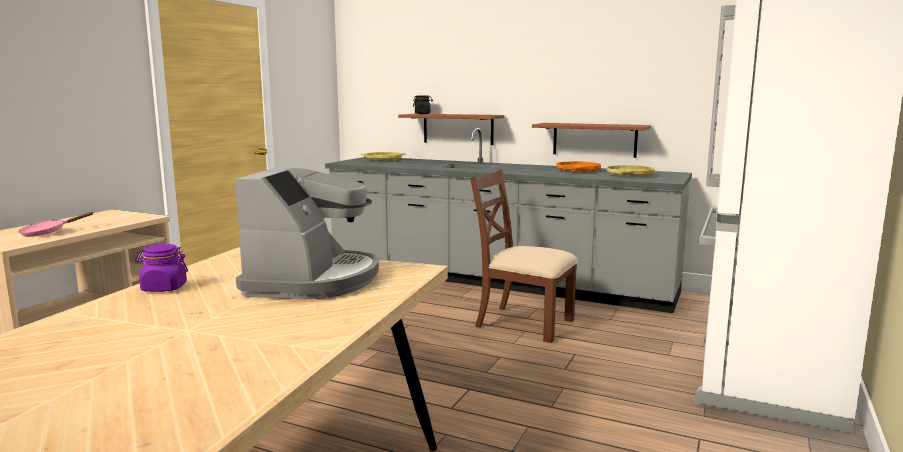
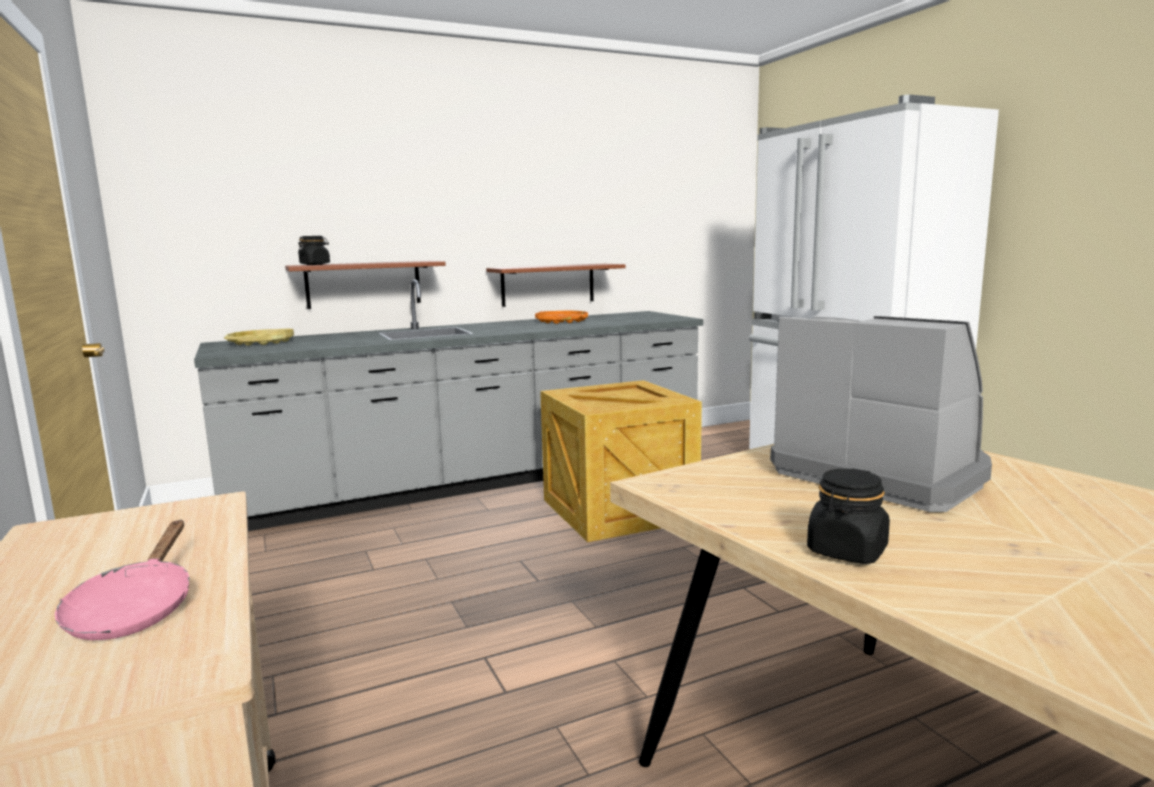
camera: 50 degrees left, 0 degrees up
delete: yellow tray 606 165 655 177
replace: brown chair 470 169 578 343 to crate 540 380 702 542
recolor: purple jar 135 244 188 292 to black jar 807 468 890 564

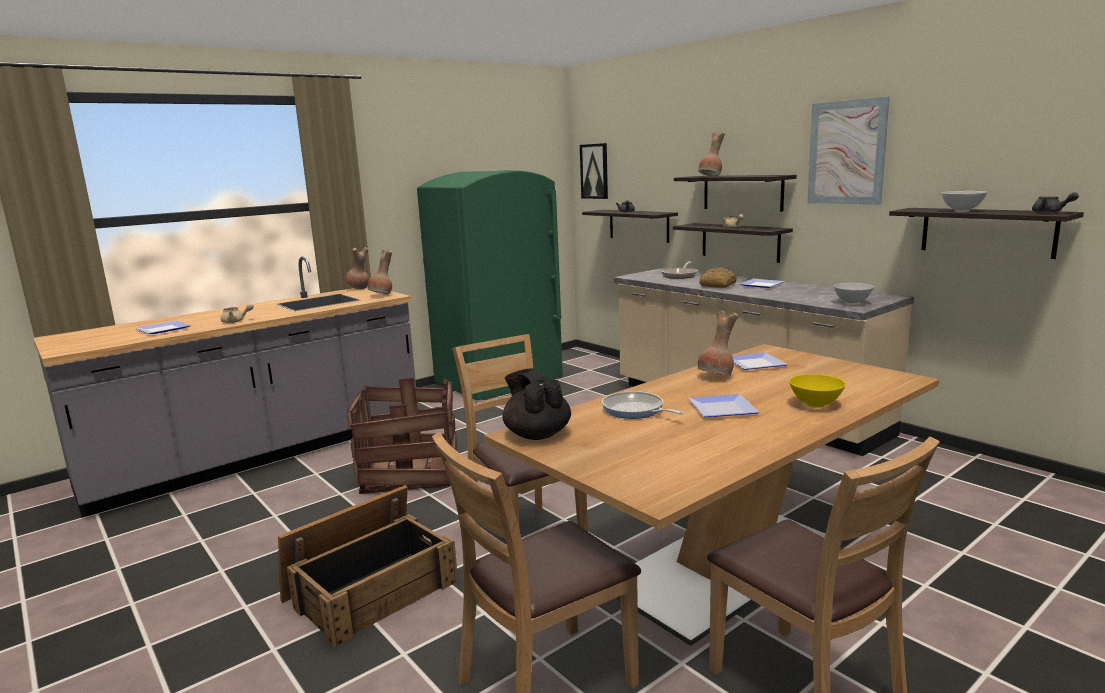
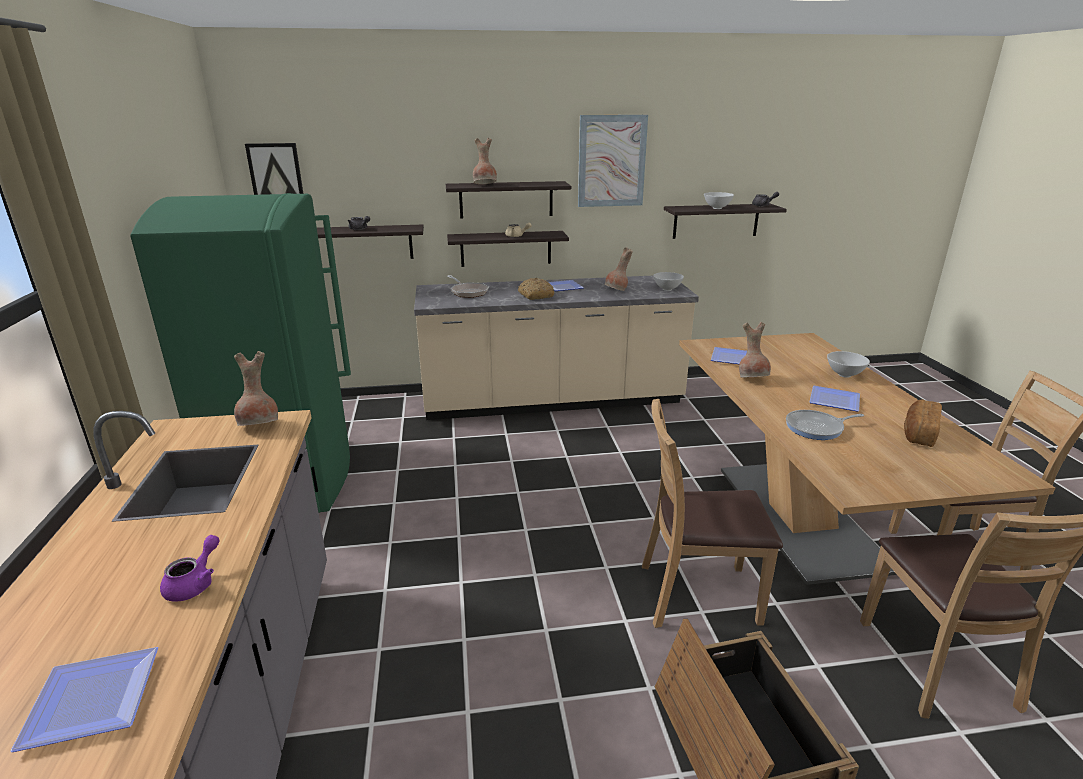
camera: 60 degrees left, 10 degrees up
delete: crate 347 378 457 494; black teapot 502 368 571 440
insert: bread 904 399 942 447
move: brown vase 345 247 369 289 to 605 247 633 291
recolor: beige teapot 221 303 254 323 to purple teapot 160 535 219 602; yellow bowl 789 374 846 408 to white bowl 827 351 870 378

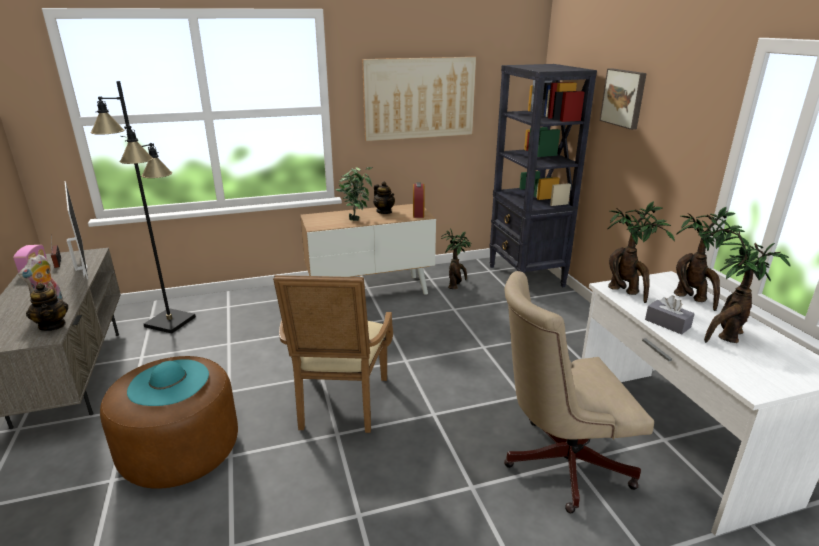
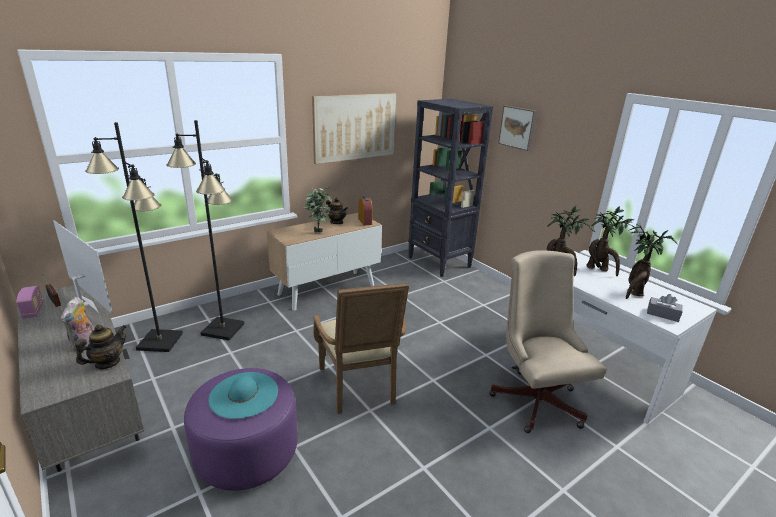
camera: 20 degrees left, 0 degrees up
delete: potted plant 441 228 472 289
insert: black floor lamp 167 120 245 340
move: grey tissue box 645 295 695 335 to 647 294 683 322
recolor: brown ottoman 100 356 238 489 to purple ottoman 184 368 298 491
rotate: teapot 26 283 68 331 = 75 324 126 369 90 degrees counterclockwise; beige office chair 504 271 654 513 = 489 250 607 433 105 degrees clockwise

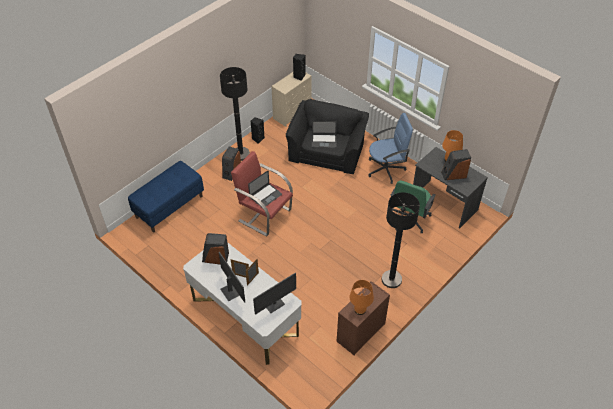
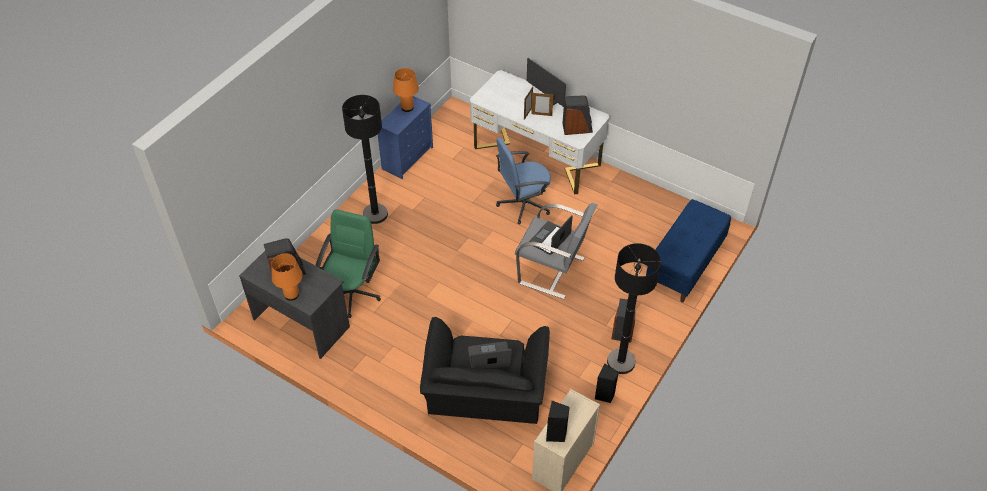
camera: 170 degrees right, 0 degrees up
delete: monitor 253 273 296 315
move: blue office chair 368 113 413 184 to 496 137 551 224
recolor: red armchair 231 151 293 236 to grey armchair 515 203 597 299; brown dresser 337 281 390 356 to blue dresser 378 96 433 179

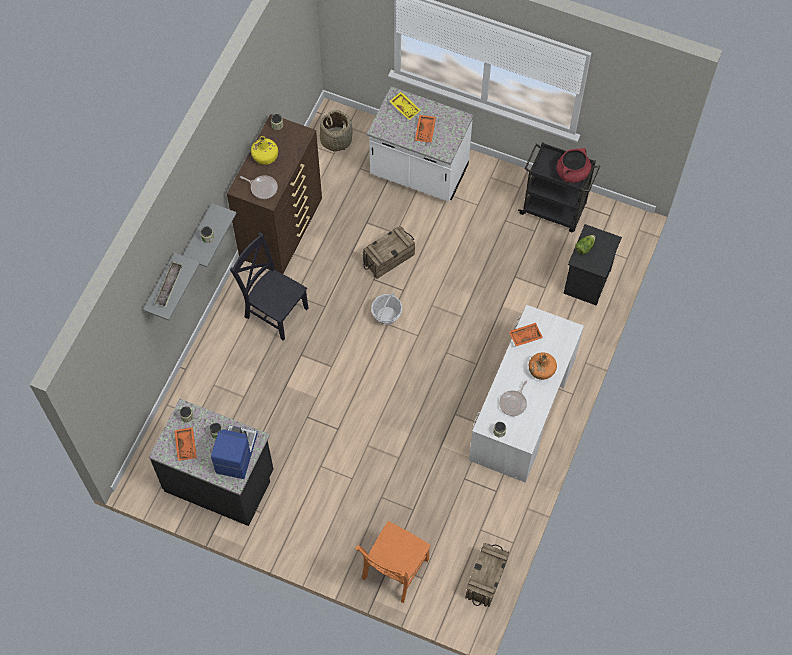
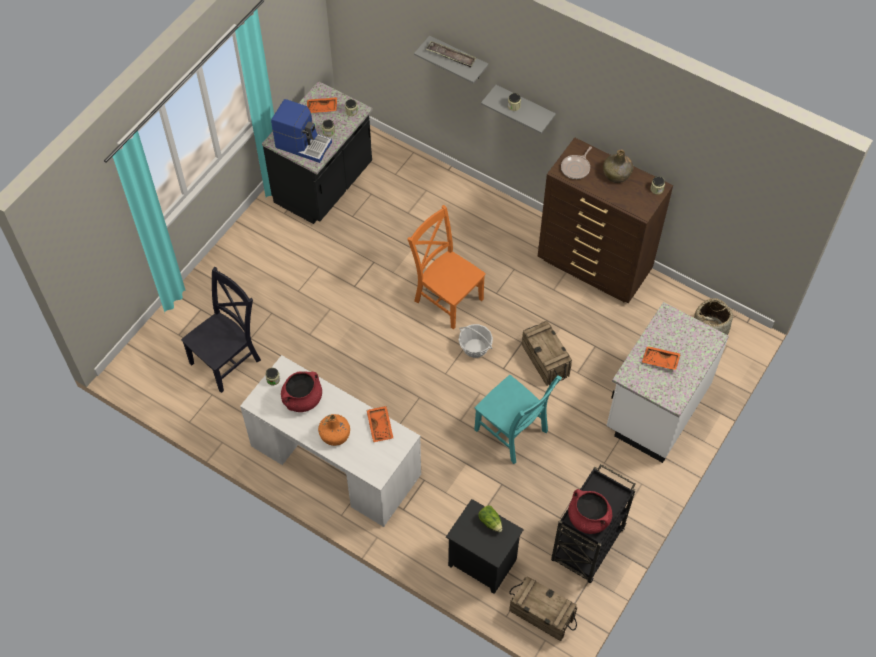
camera: 100 degrees right, 5 degrees down
delete: yellow tray 389 92 421 120
insert: turquoise chair 474 375 562 464
move: black chair 230 232 308 340 to 181 267 261 393; orange chair 355 521 431 603 to 407 205 486 329; crate 465 543 509 607 to 509 576 577 641
replace: frying pan 499 380 527 416 to red cooking pot 281 371 322 412
recolor: yellow bottle 251 136 278 165 to green bottle 603 149 633 183

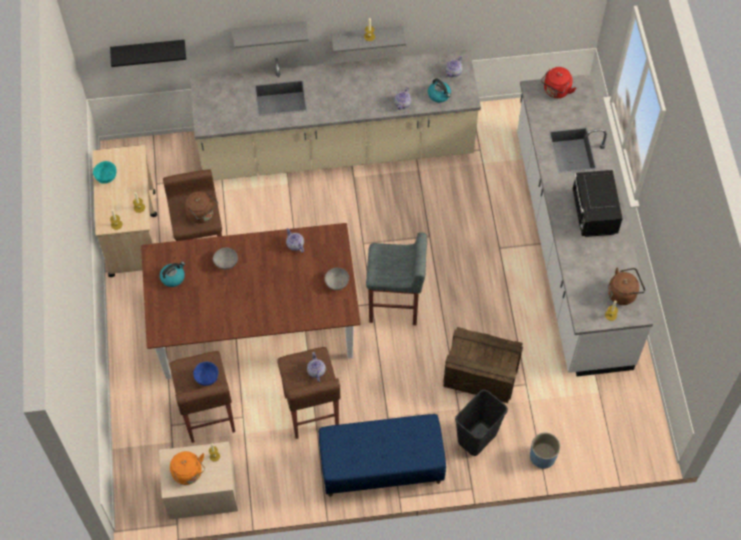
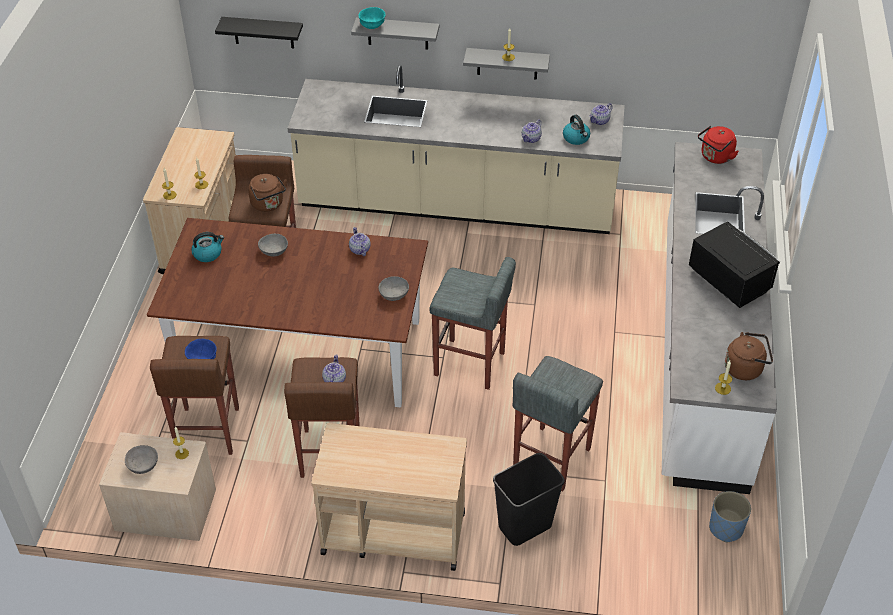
camera: 15 degrees right, 15 degrees down
move: turquoise bowl 93 161 117 184 to 358 7 386 29; blue planter 530 433 560 469 to 709 491 751 543
replace: orange kettle 170 451 205 485 to grey bowl 125 445 158 474; blue bench 319 414 446 497 to beige cart 311 423 467 571; crate 443 327 523 403 to grey stool 513 356 603 491
rotate: black microwave 572 170 623 237 = 689 221 780 308 135 degrees clockwise

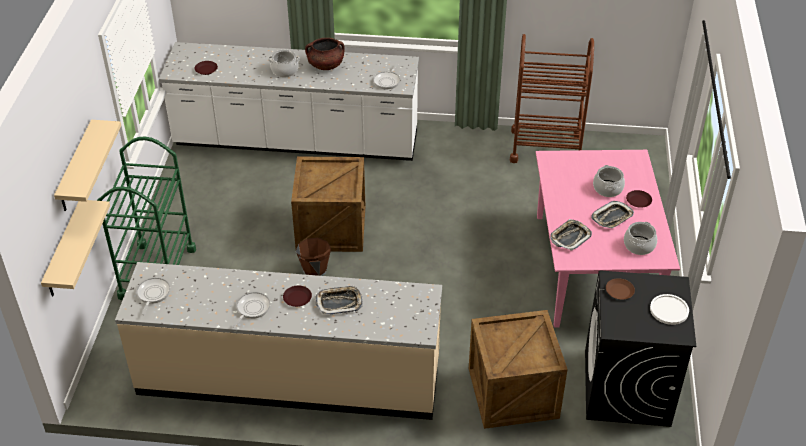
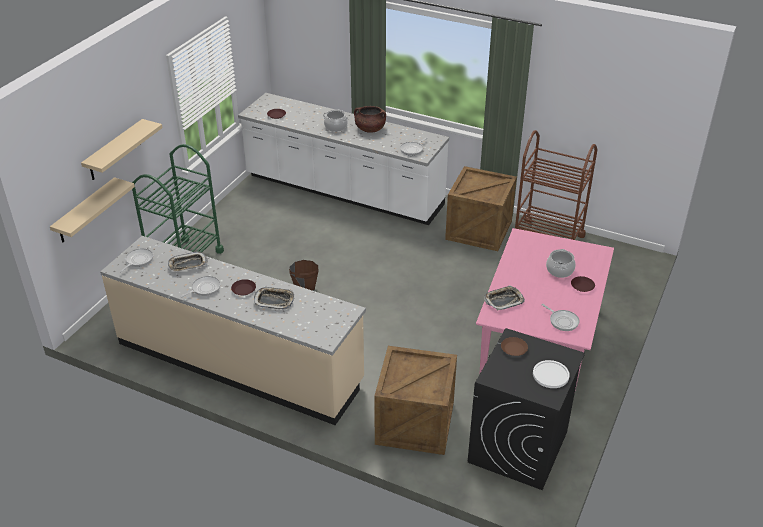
camera: 20 degrees right, 5 degrees down
move: crate 291 156 366 252 to 445 166 517 251; tray 591 201 634 228 to 168 252 208 272
replace: cooking pot 624 222 657 255 to frying pan 541 304 580 331

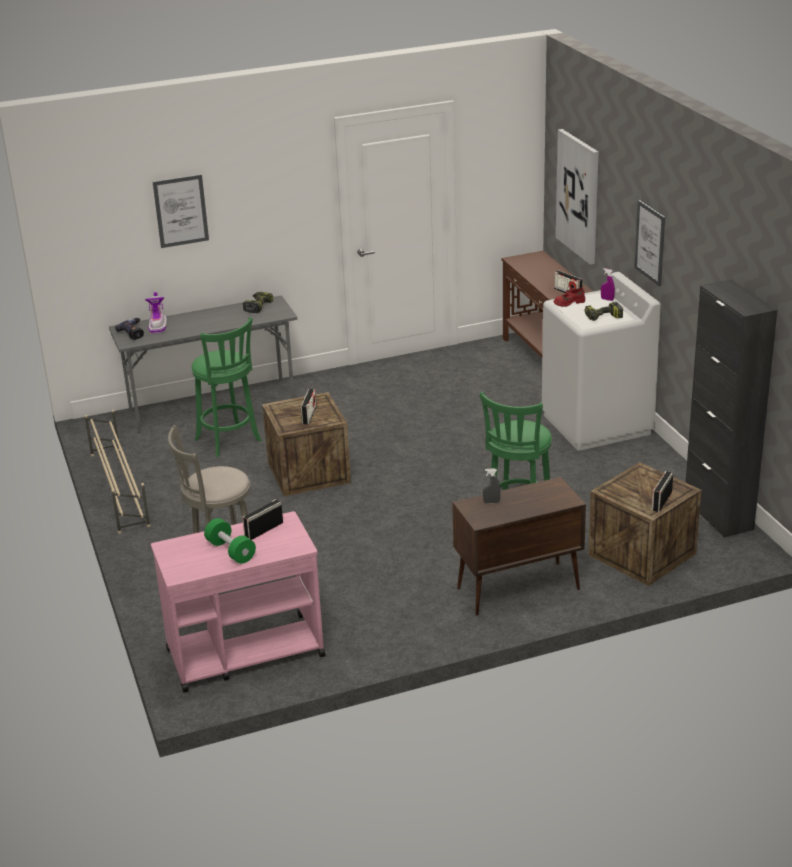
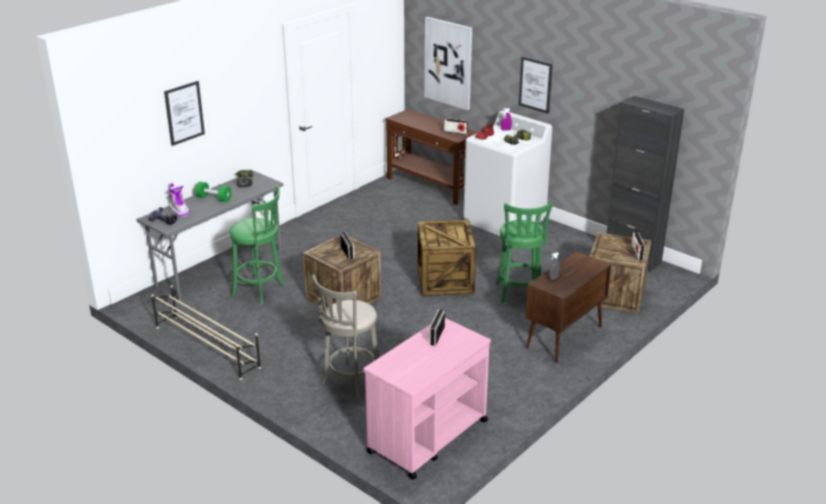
camera: 30 degrees left, 0 degrees up
insert: crate 418 220 476 296
move: green dumbbell 204 518 256 564 to 195 182 232 202

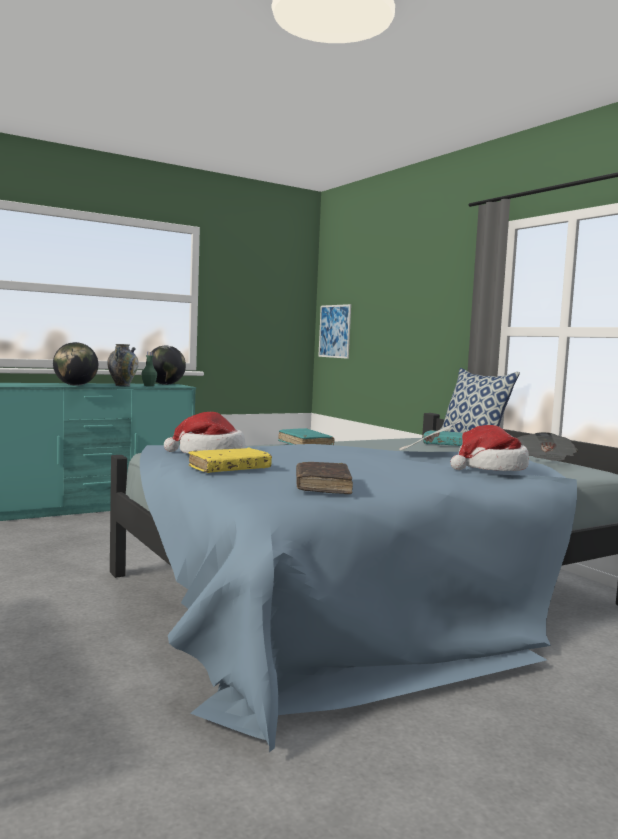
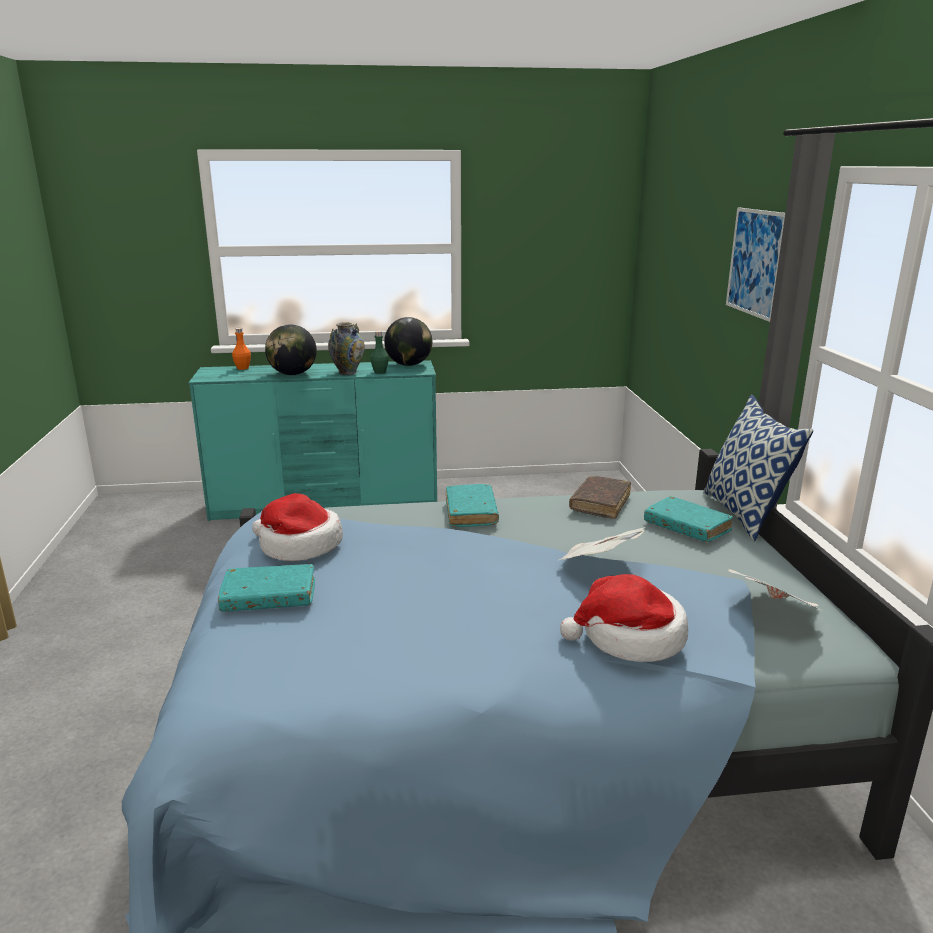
camera: 25 degrees right, 15 degrees up
insert: orange bottle 232 328 251 370
move: brown book 296 462 353 494 to 569 476 631 519; picture 318 304 351 359 to 726 208 785 322
recolor: yellow book 189 448 272 473 to turquoise book 218 564 315 612

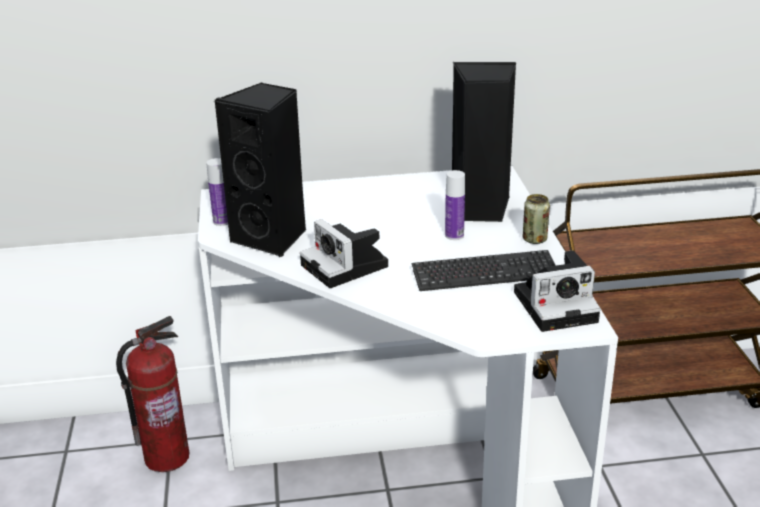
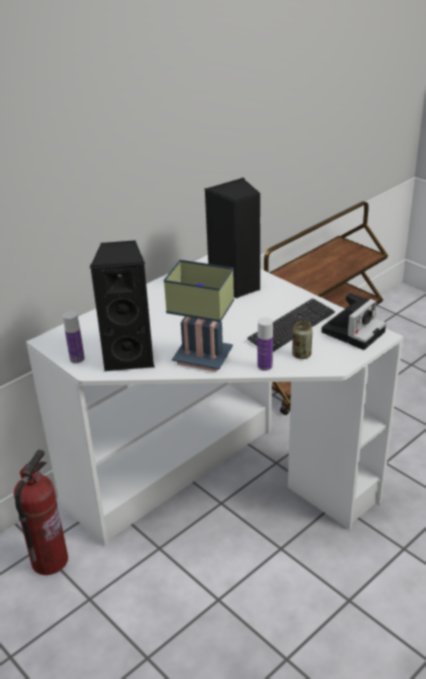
camera: 35 degrees left, 5 degrees up
move: bottle 445 170 465 240 to 257 317 273 371; can 523 194 550 244 to 292 321 313 359
replace: photo camera 300 219 388 288 to table lamp 164 260 234 372

